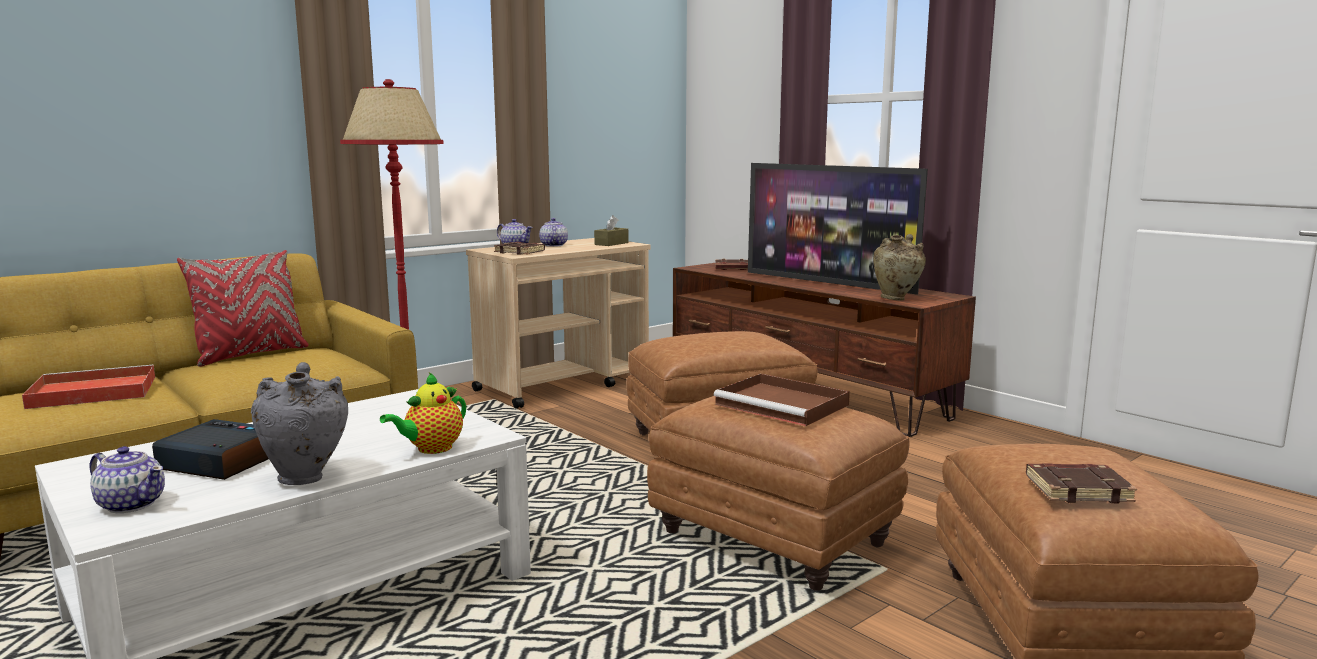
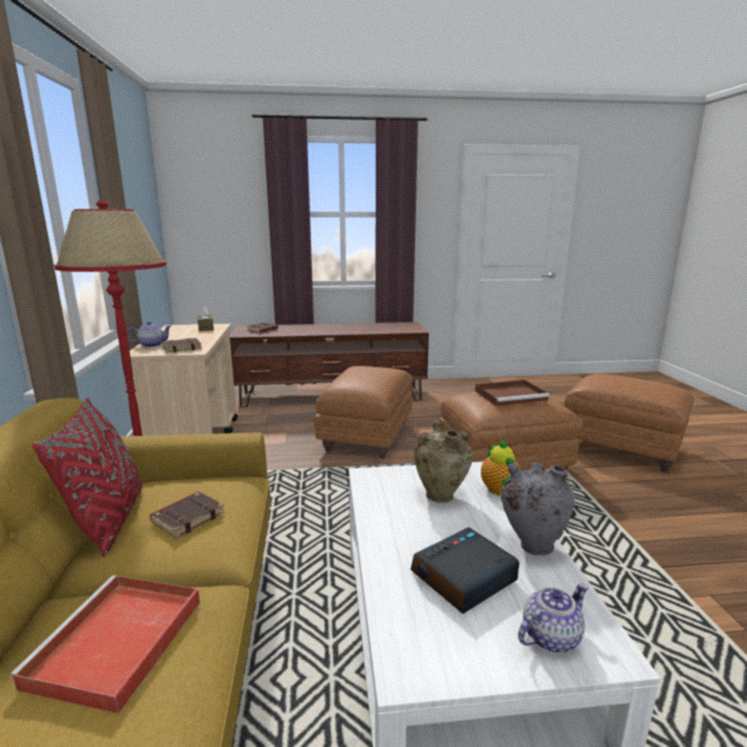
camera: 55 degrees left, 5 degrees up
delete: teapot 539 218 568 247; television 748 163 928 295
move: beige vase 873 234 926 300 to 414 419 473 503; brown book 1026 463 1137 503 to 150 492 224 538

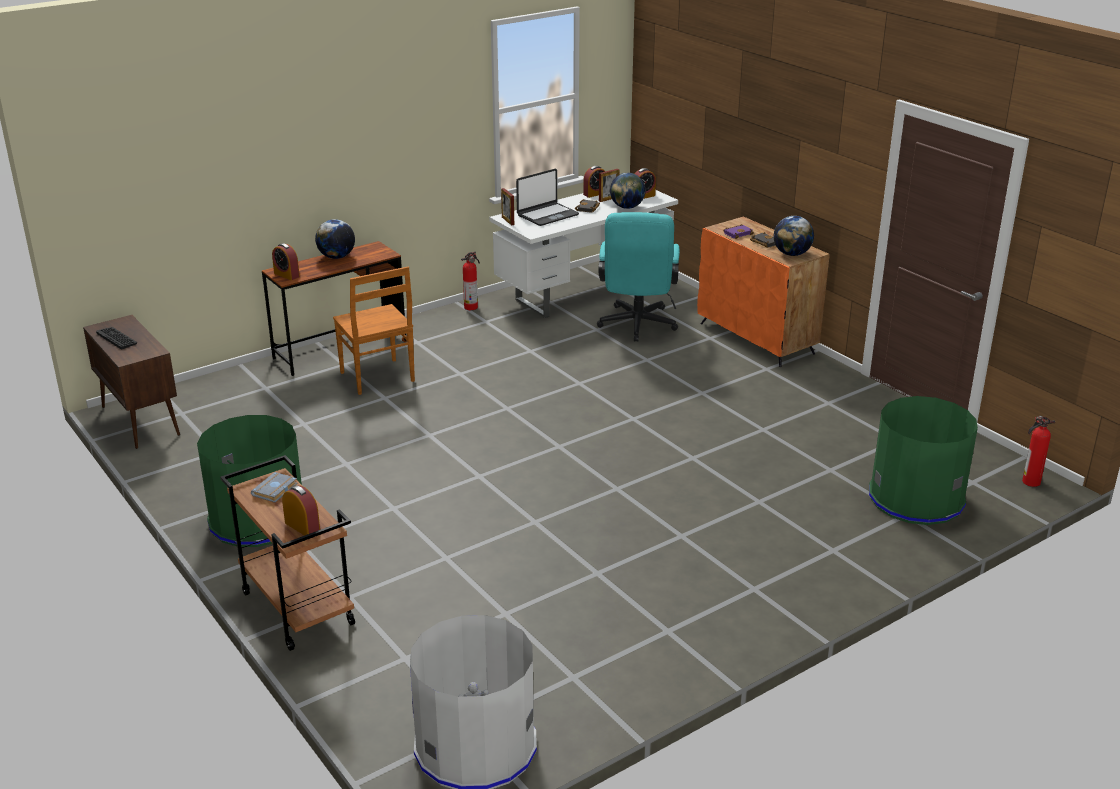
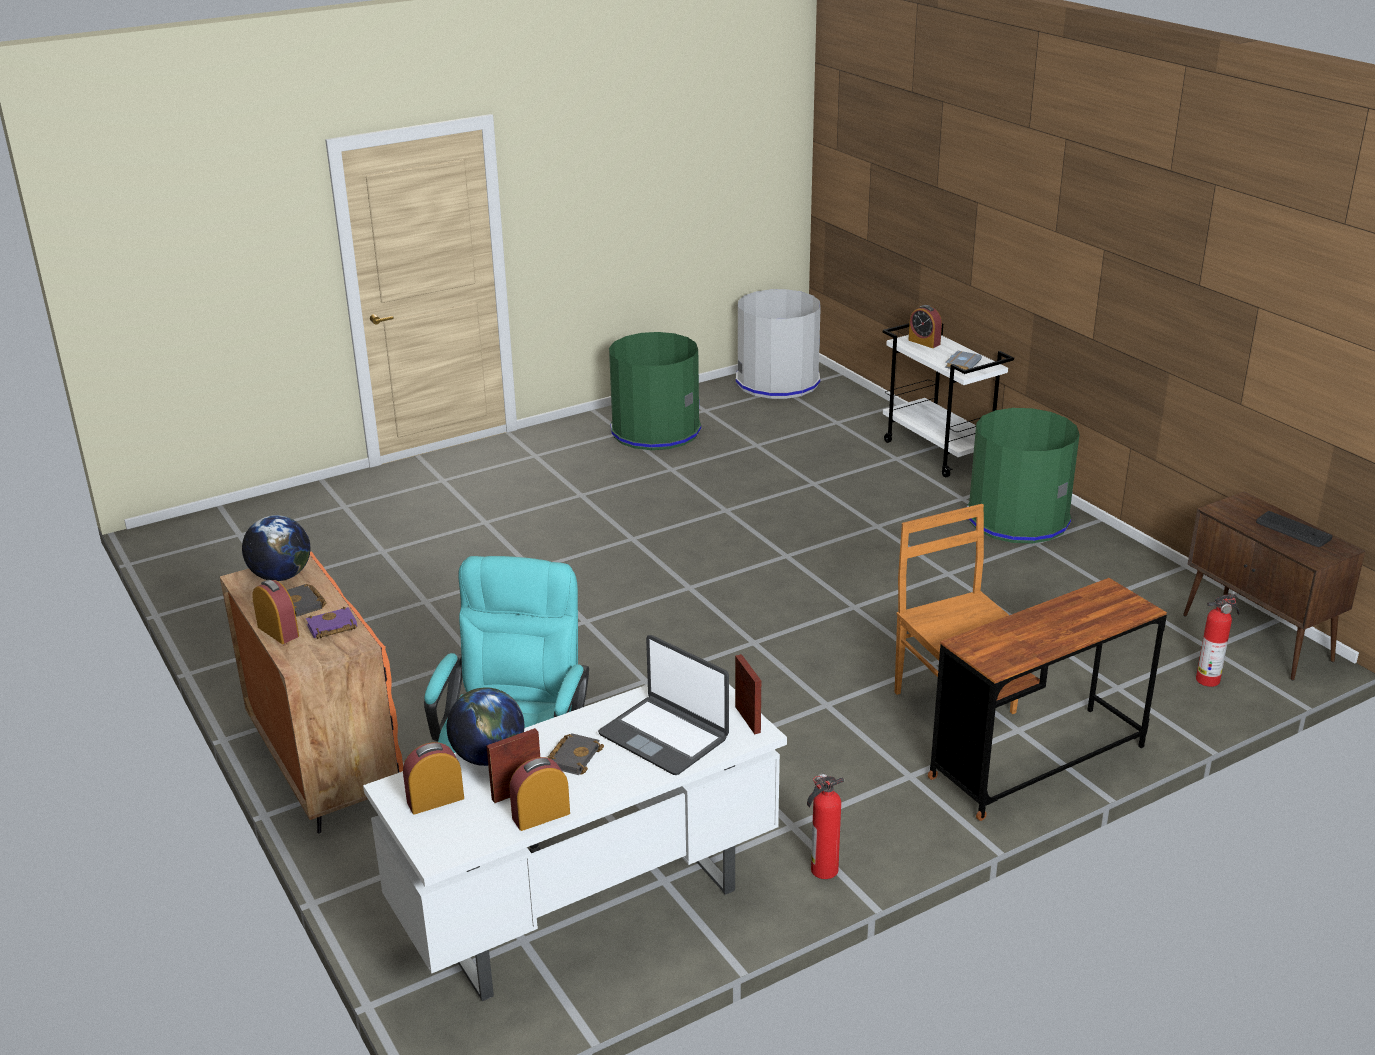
camera: 175 degrees left, 0 degrees up
delete: globe 315 219 355 259
move: alarm clock 272 243 300 280 to 252 580 299 644; green trash can 869 396 978 525 to 609 332 701 450; fire extinguisher 1022 416 1055 487 to 1196 594 1240 687
recolor: brown cart 220 455 355 651 to white cart 883 323 1014 477
rotate: laptop 516 169 579 226 = 598 635 729 775 105 degrees counterclockwise

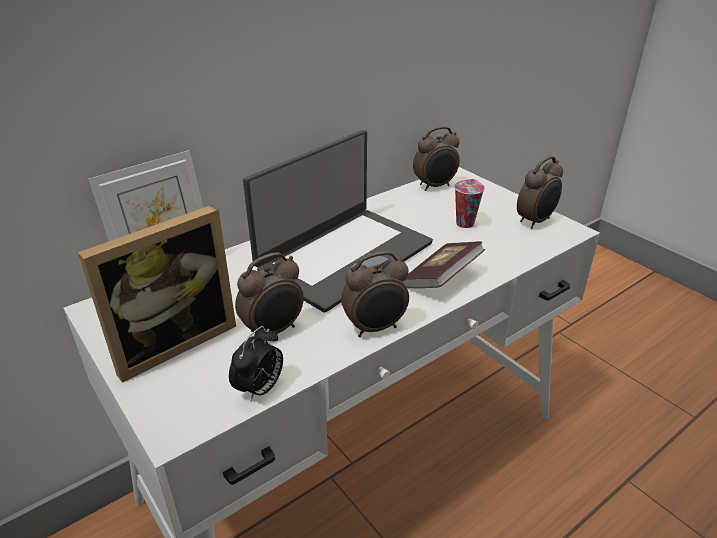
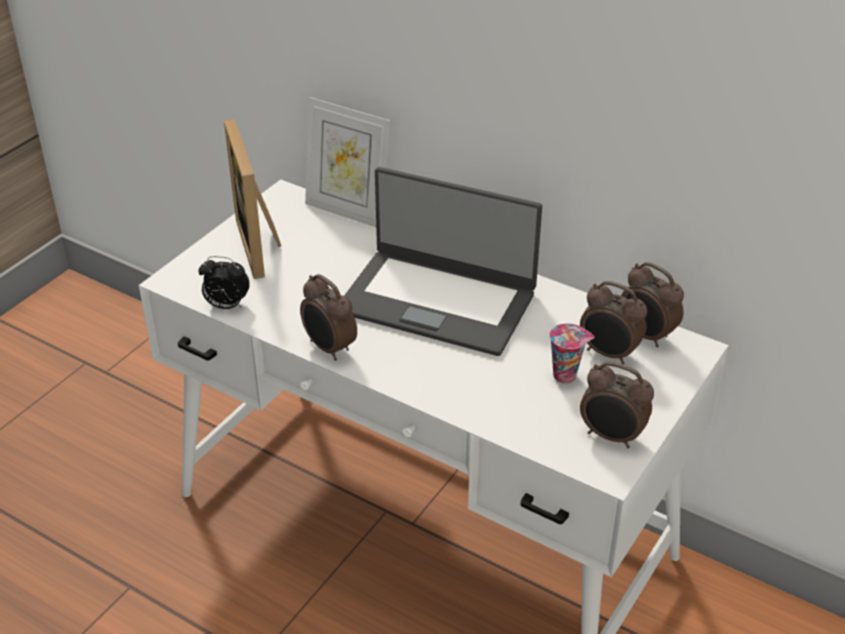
camera: 70 degrees right, 5 degrees up
delete: book 403 241 485 288
move: alarm clock 235 252 304 334 to 580 281 648 364
rotate: picture frame 78 205 236 383 = 224 119 281 279 45 degrees clockwise

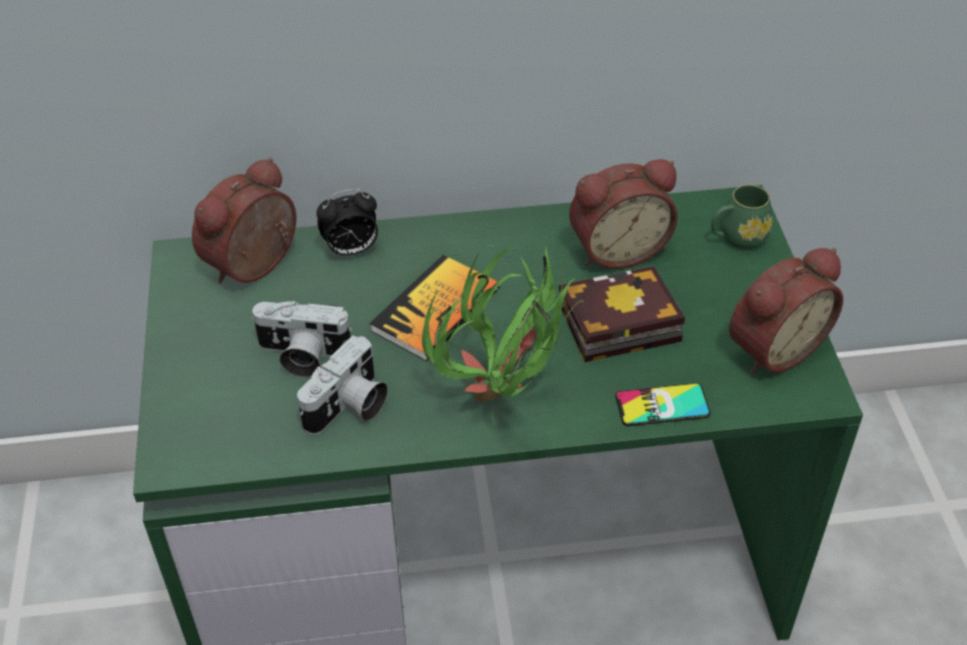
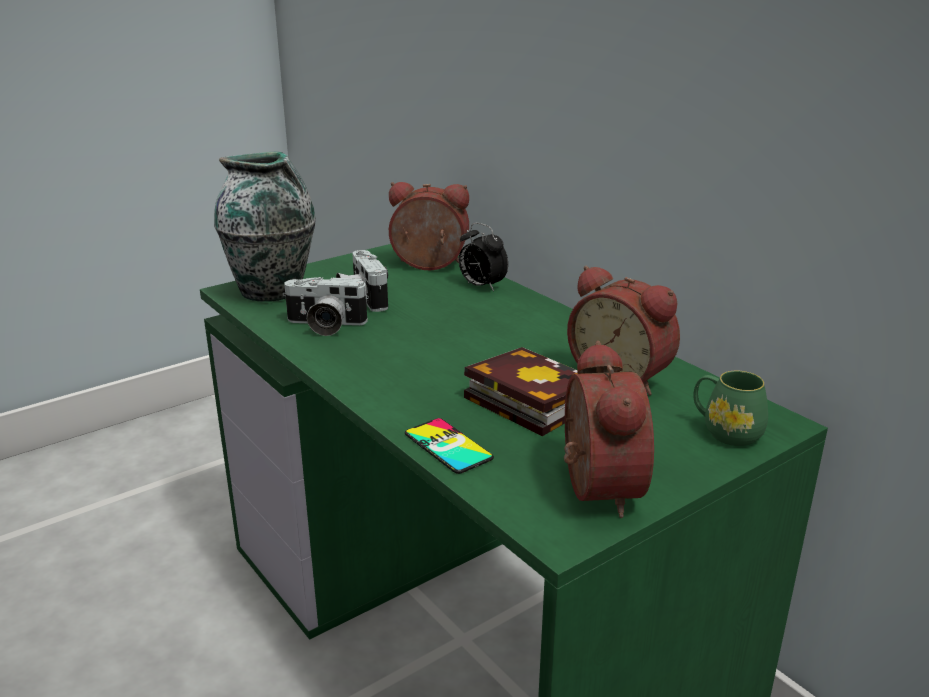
camera: 60 degrees right, 20 degrees down
delete: book 369 255 500 361; potted plant 422 245 582 402
insert: vase 214 152 316 302
rotate: alarm clock 729 248 843 374 = 564 341 654 518 120 degrees counterclockwise

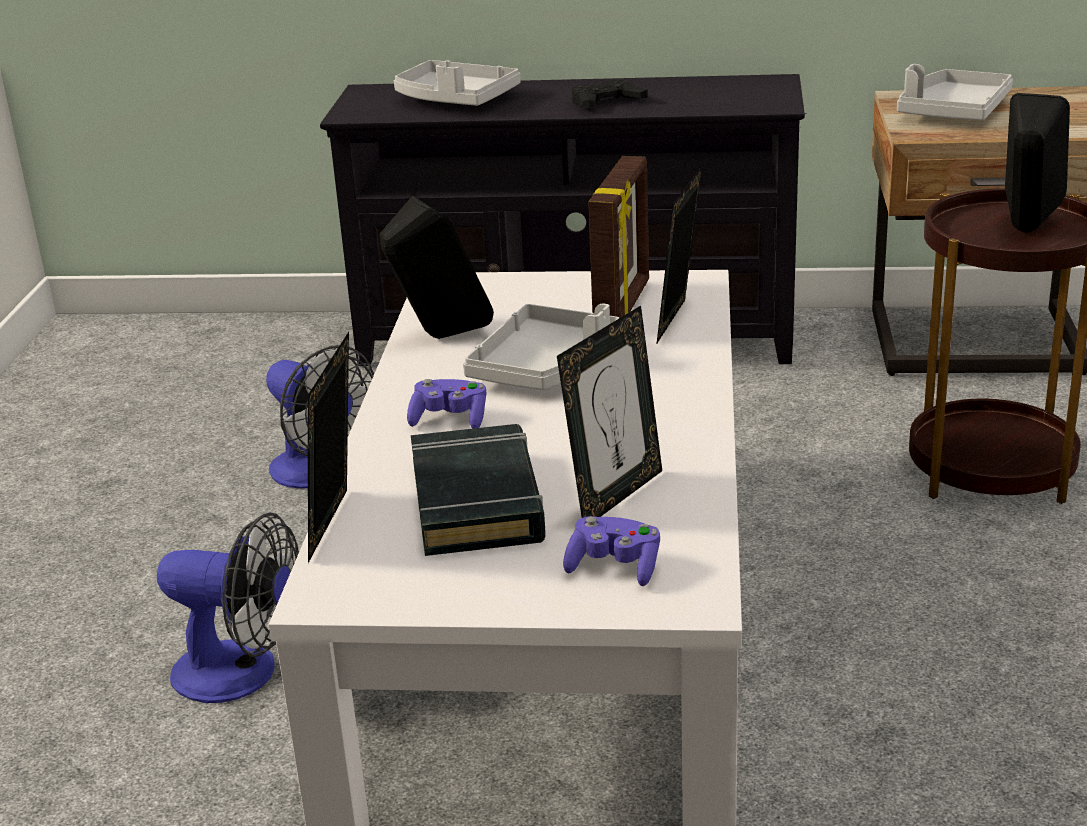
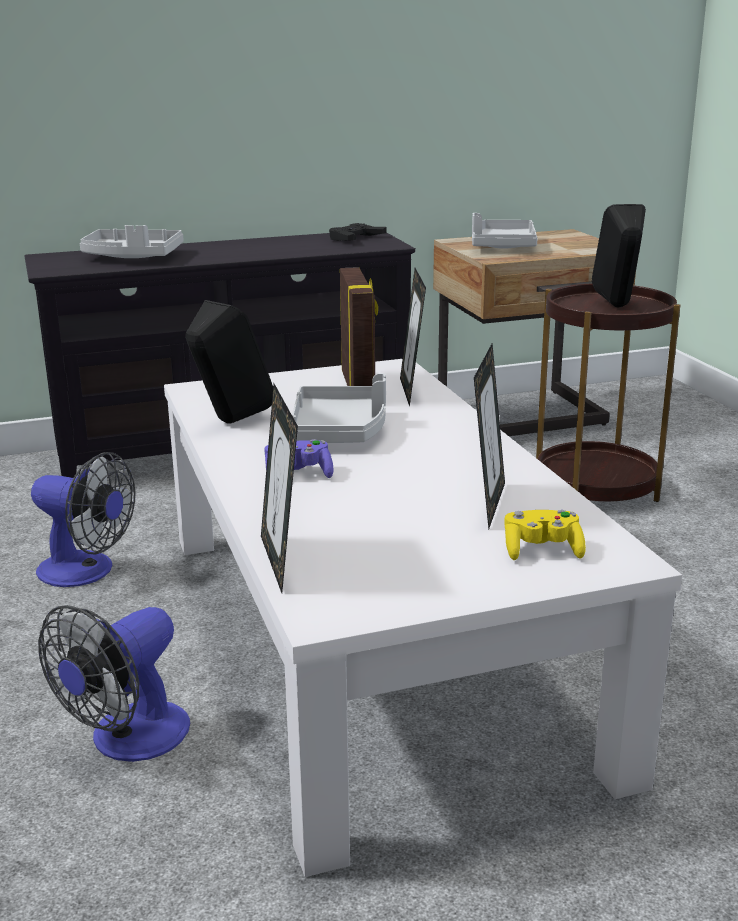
camera: 25 degrees left, 5 degrees down
delete: black book 411 424 546 556
move: black game controller 572 79 648 108 to 329 223 387 241
recolor: purple game controller 563 516 660 586 to yellow game controller 504 510 586 560
rotate: fan 157 512 299 703 = 38 605 190 762 135 degrees clockwise

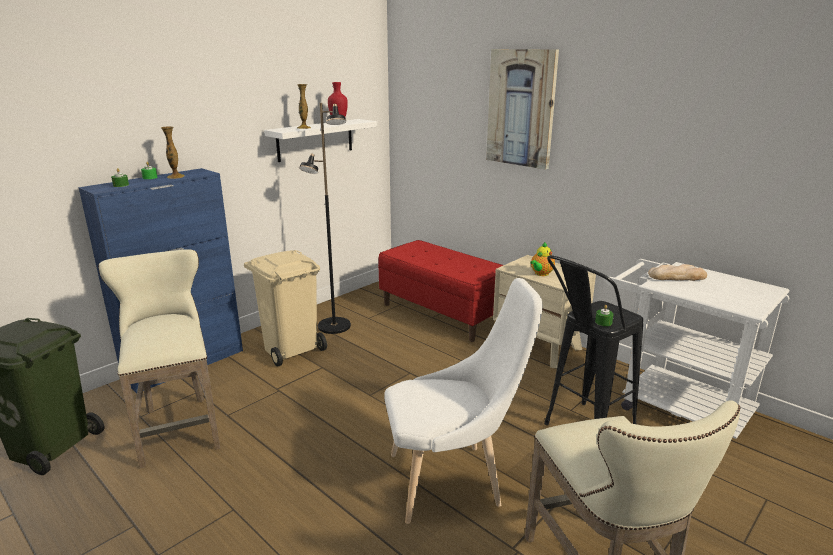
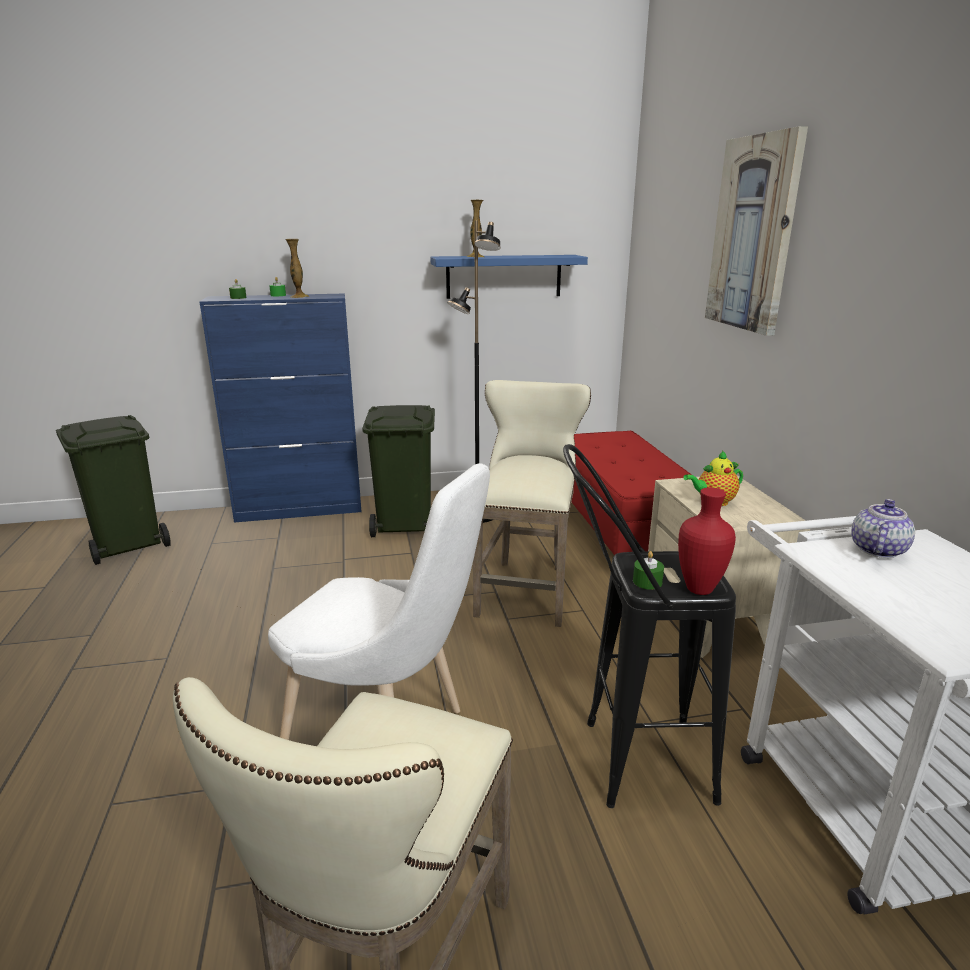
camera: 35 degrees right, 0 degrees up
move: beige stool 98 249 220 468 to 473 380 591 627; red vase 328 82 348 117 to 678 487 736 595
replace: bread 648 264 707 281 to teapot 851 499 915 558
recolor: beige trash can 244 250 327 367 to green trash can 362 405 435 537; white shelf 264 119 377 162 to blue shelf 430 255 588 299

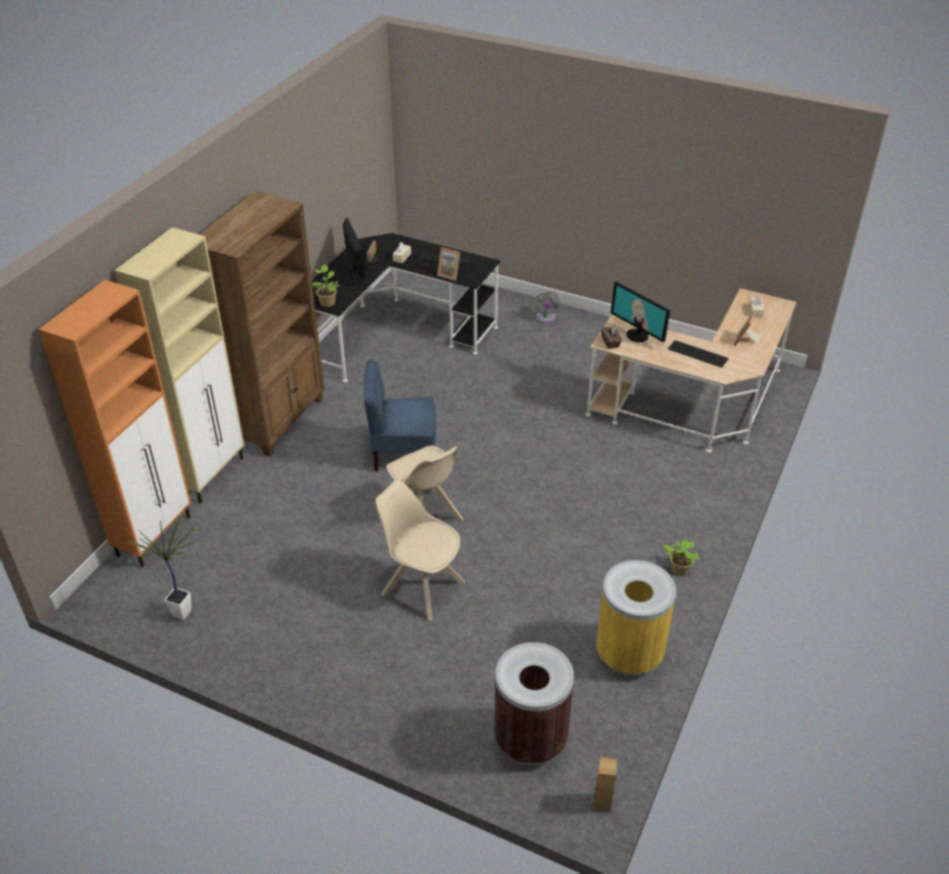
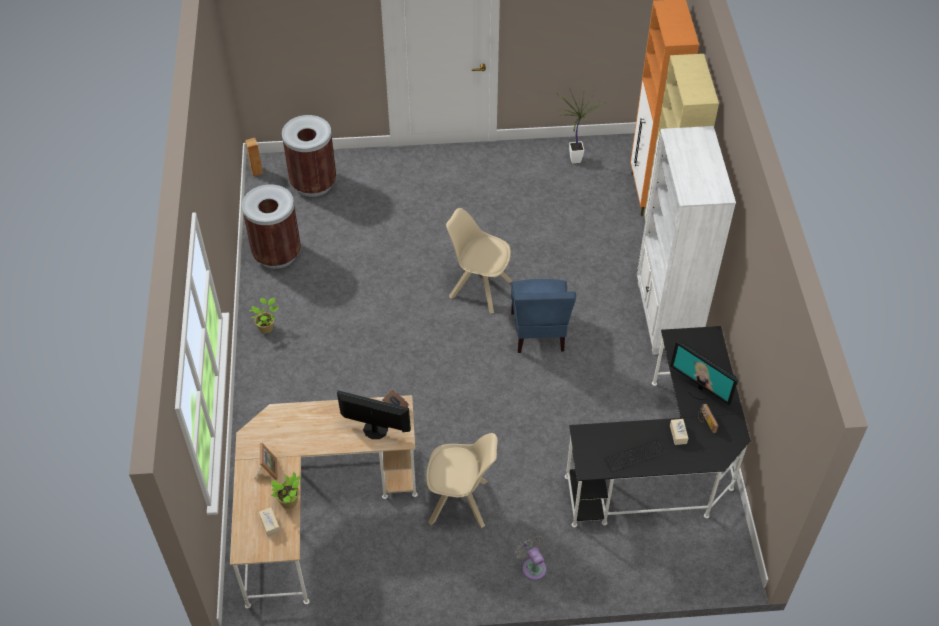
camera: 150 degrees right, 10 degrees up
delete: picture frame 437 247 460 281; keyboard 668 340 729 368
move: potted plant 312 264 339 307 to 270 472 301 509; beige chair 375 480 465 621 to 426 433 498 528
recolor: brown bookcase 199 191 324 457 to white bookcase 637 126 736 355; yellow trash can 596 560 676 676 to brown trash can 242 184 301 269
rotate: blue chair 364 360 436 472 = 511 279 576 353 120 degrees clockwise

